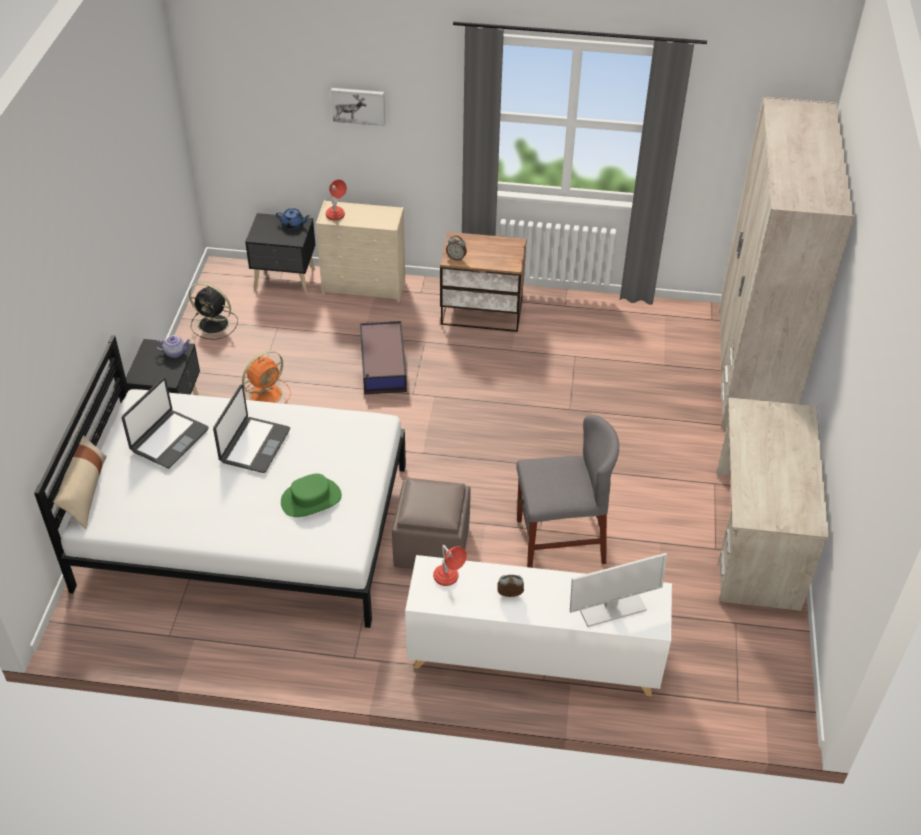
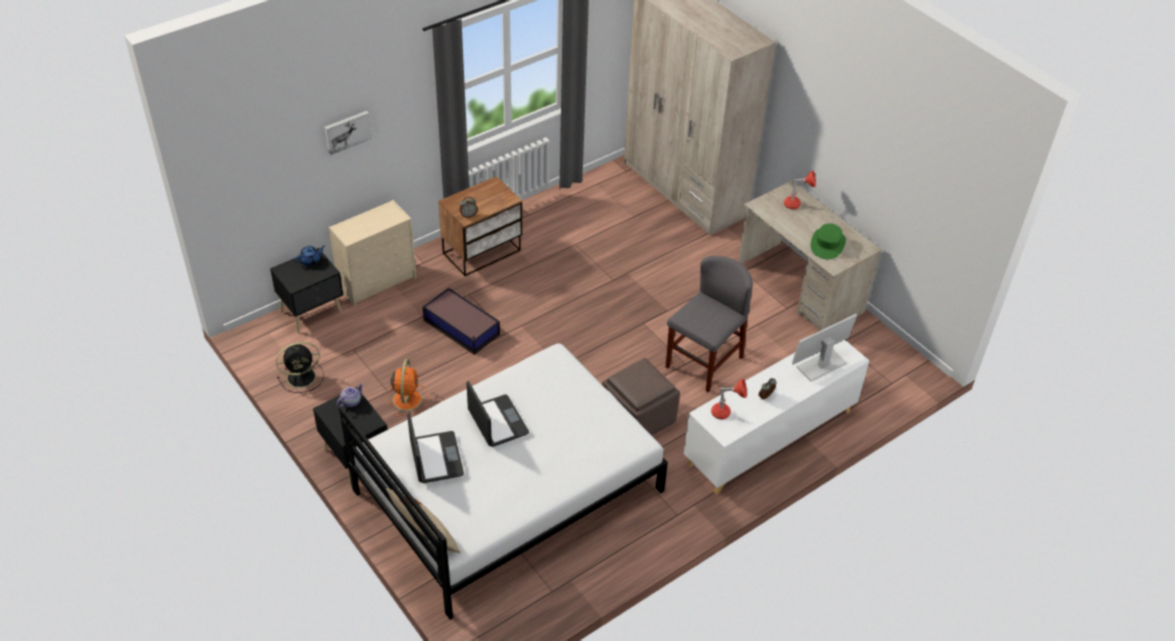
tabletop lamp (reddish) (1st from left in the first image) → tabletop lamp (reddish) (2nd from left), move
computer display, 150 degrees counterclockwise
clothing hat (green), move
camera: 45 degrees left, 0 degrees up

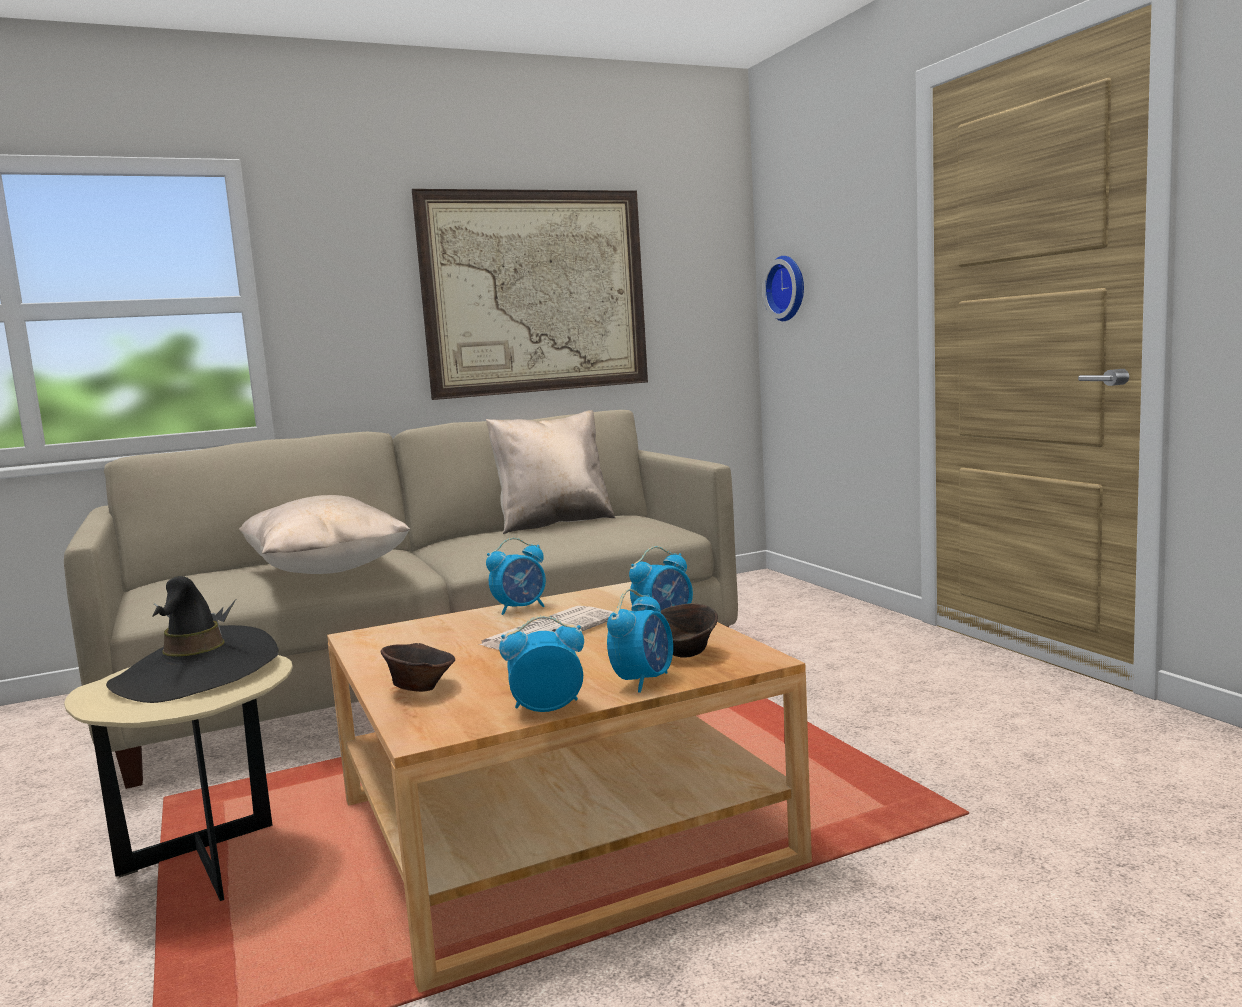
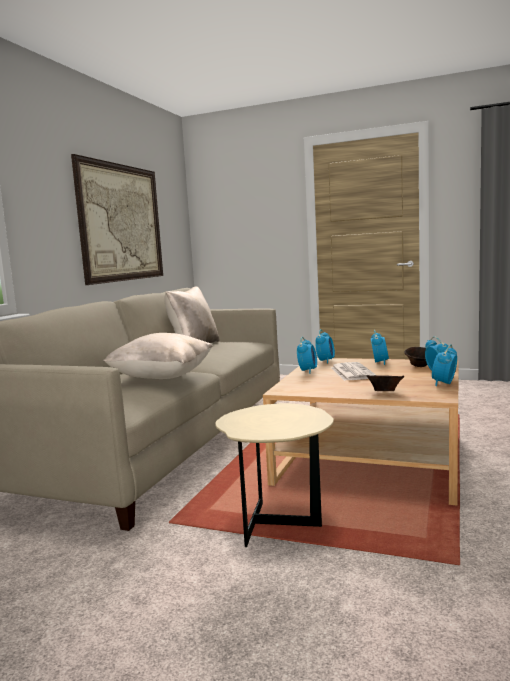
- → alarm clock (2nd from left)
clothing hat (blackish) → -
wall clock → -
camera: 45 degrees left, 0 degrees up

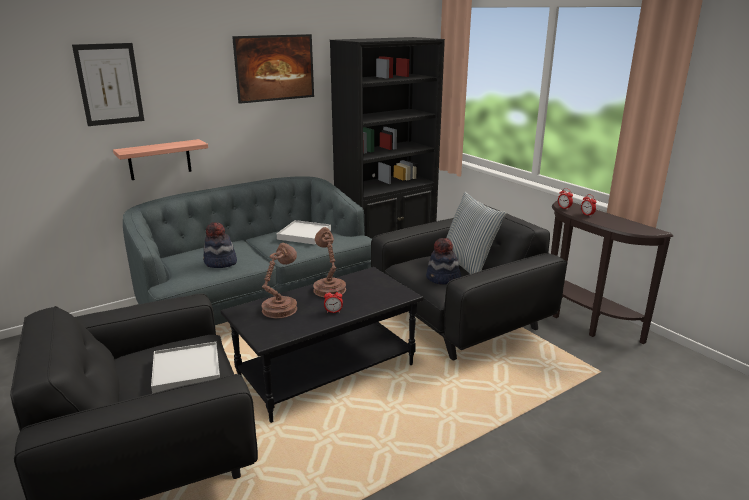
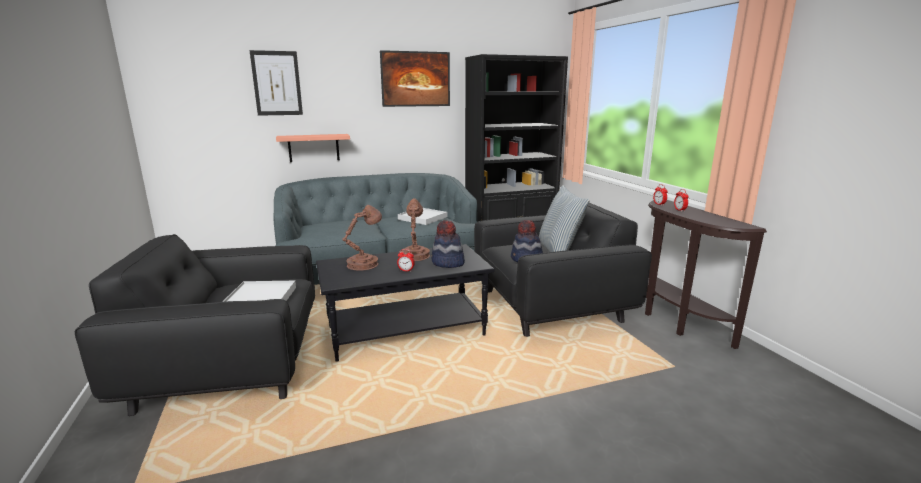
clothing hat (1st from left), move
camera: 15 degrees right, 5 degrees down

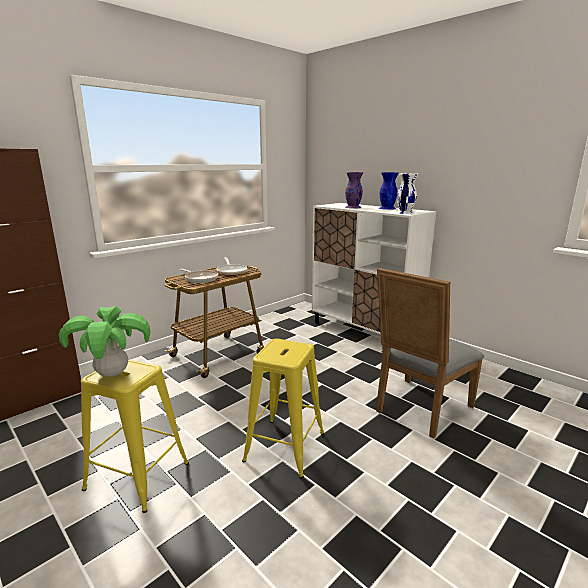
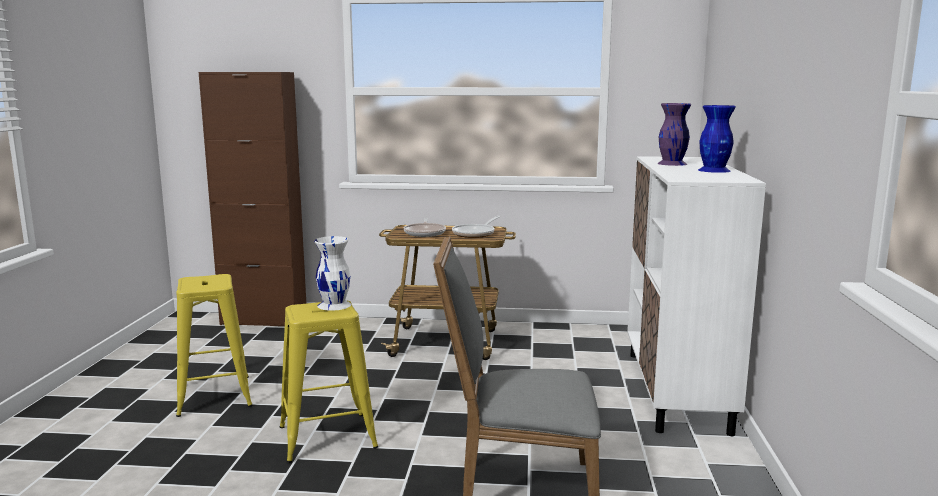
vase (white), move
plant in a pot → -
camera: 50 degrees right, 5 degrees down

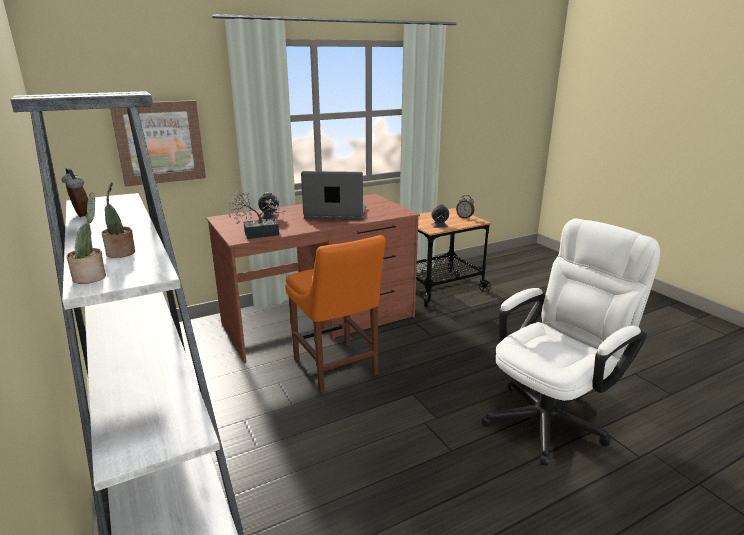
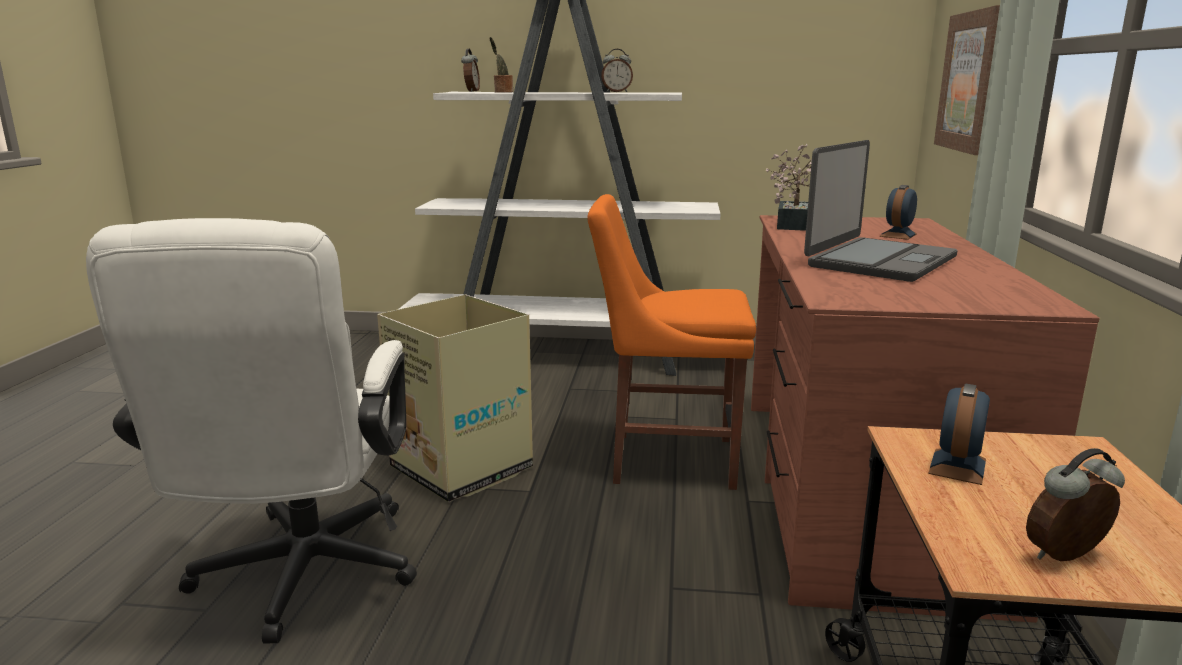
- → packing box
plant in a pot (1st from left) → alarm clock (1st from left)
camera: 125 degrees right, 5 degrees down

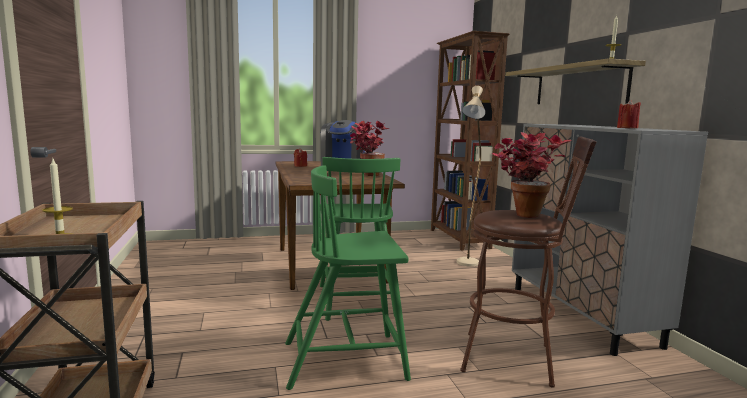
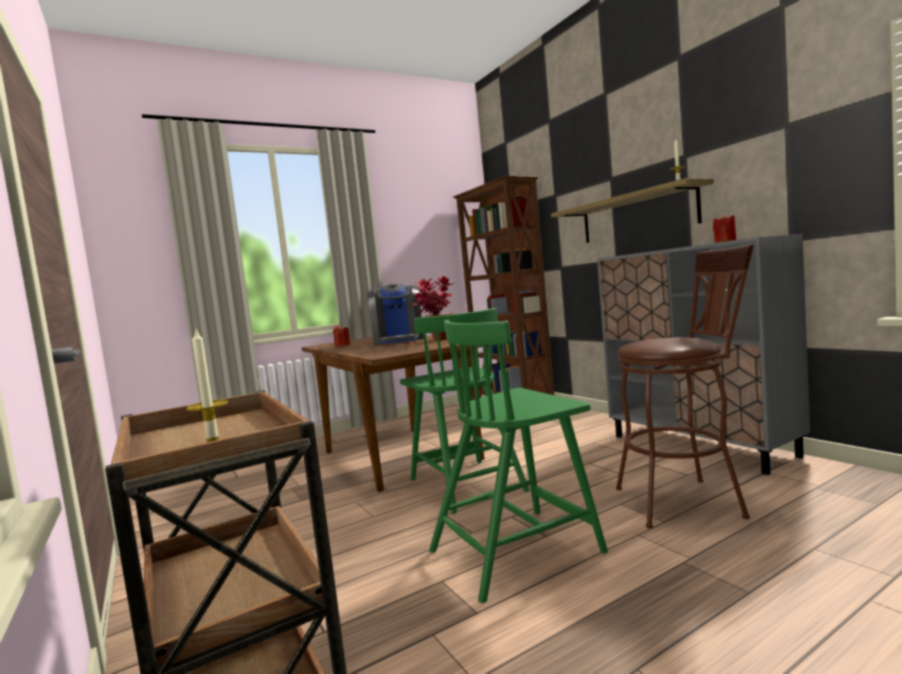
standard lamp (sand-coloured) → -
plant in a pot (2nd from left) → -
camera: 15 degrees left, 5 degrees down

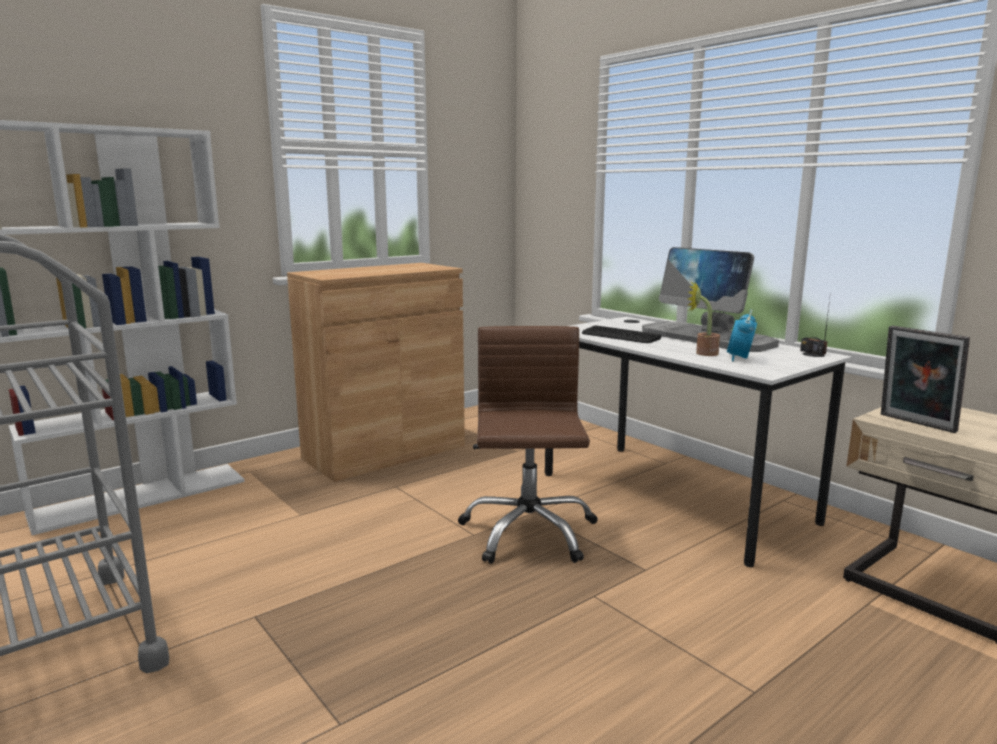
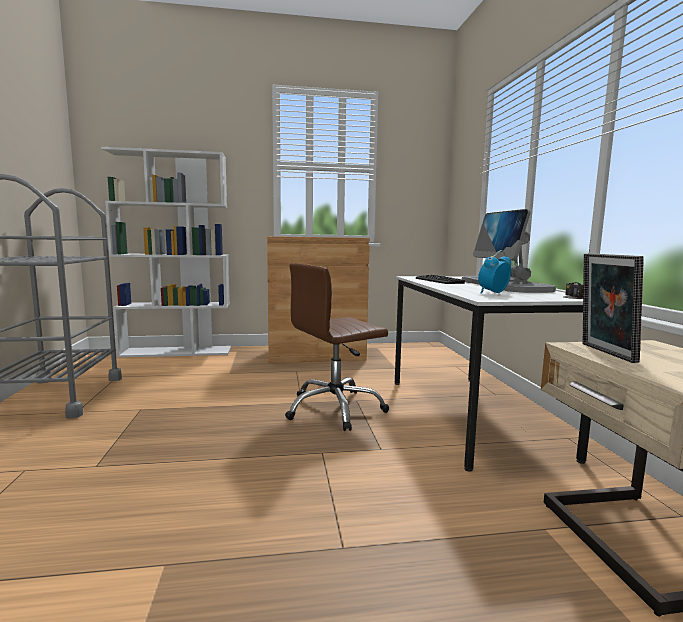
computer chair (brown), 150 degrees counterclockwise
plant in a pot → -
camera: 30 degrees right, 5 degrees down

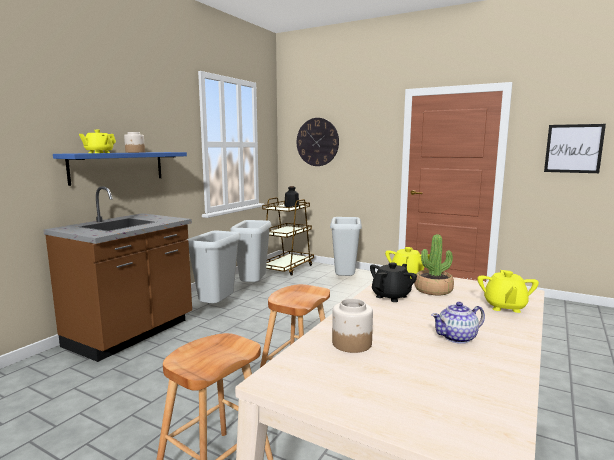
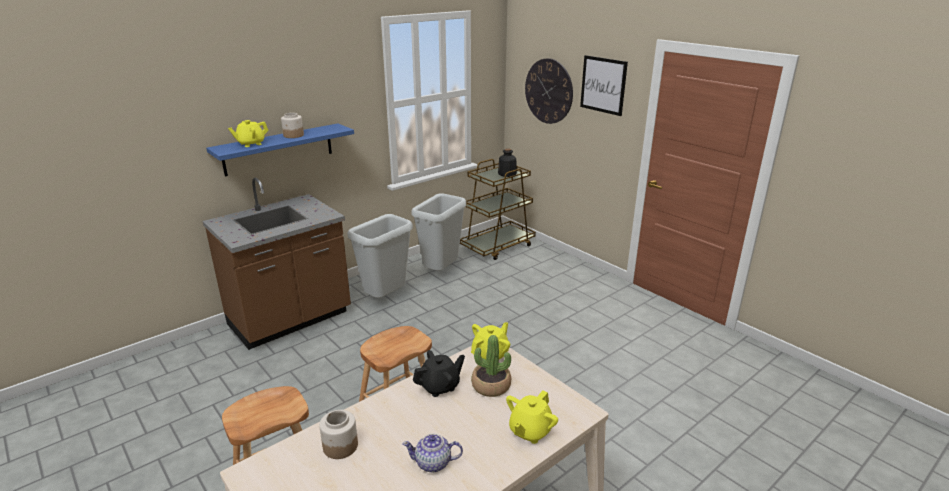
wall picture, move
waste bin (greyish) (3rd from left) → -
camera: 20 degrees right, 15 degrees up

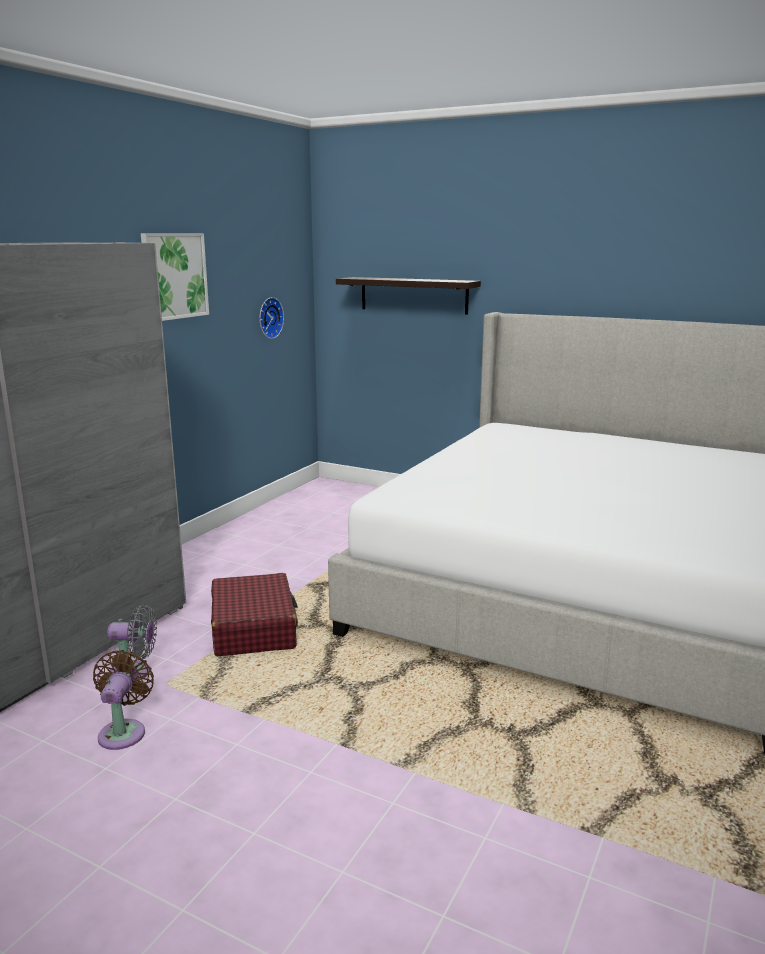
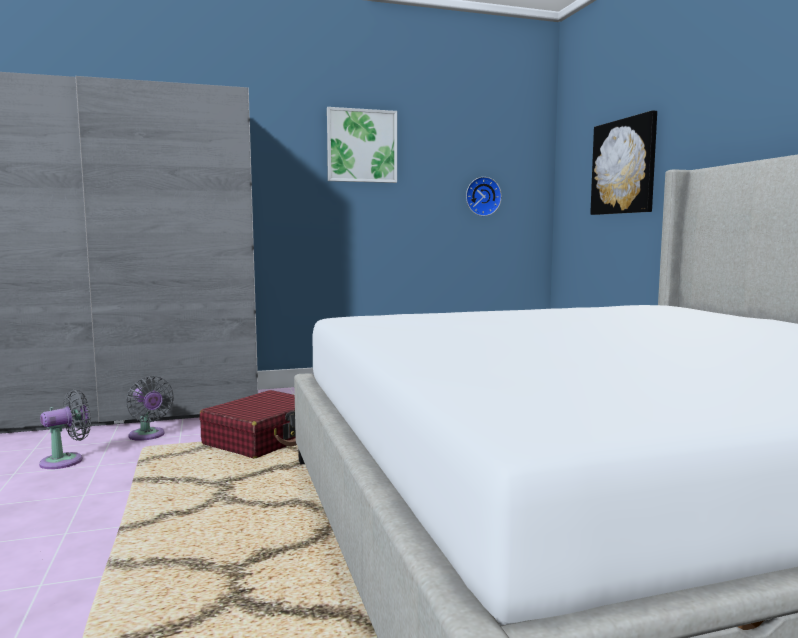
fan (brown) → fan (greyish) (1st from left)
wall shelf → wall picture (2nd from left)
camera: 45 degrees right, 10 degrees down

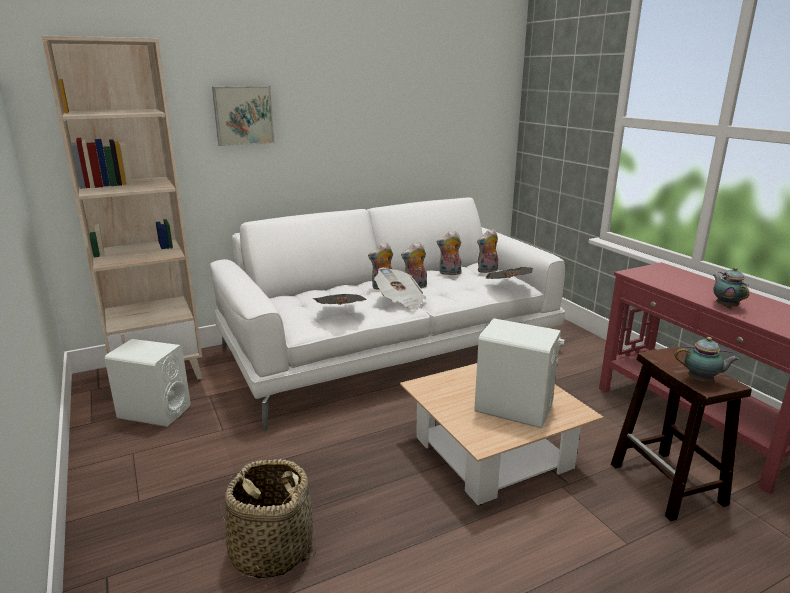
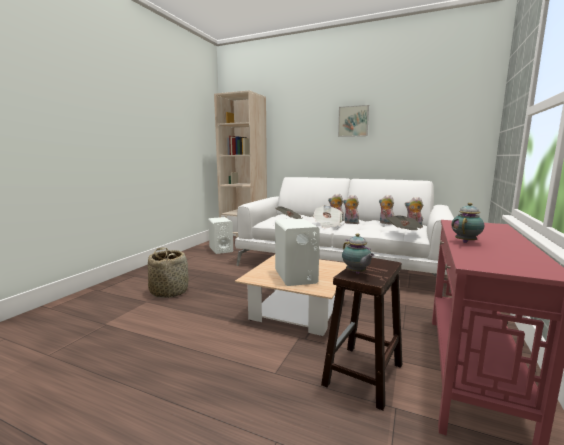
wall picture, move
camera: 50 degrees right, 10 degrees down

